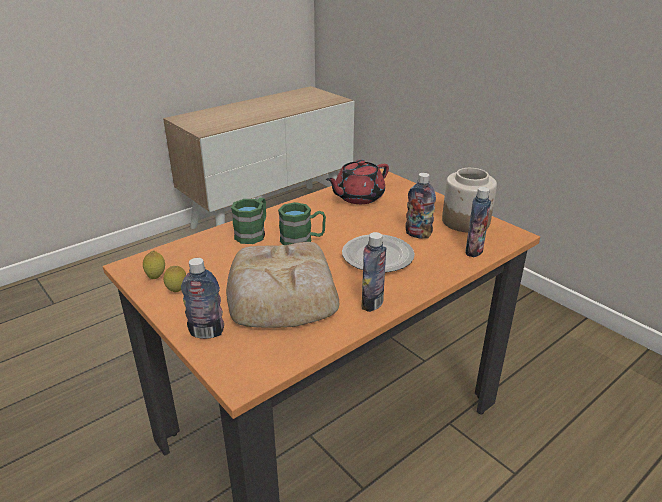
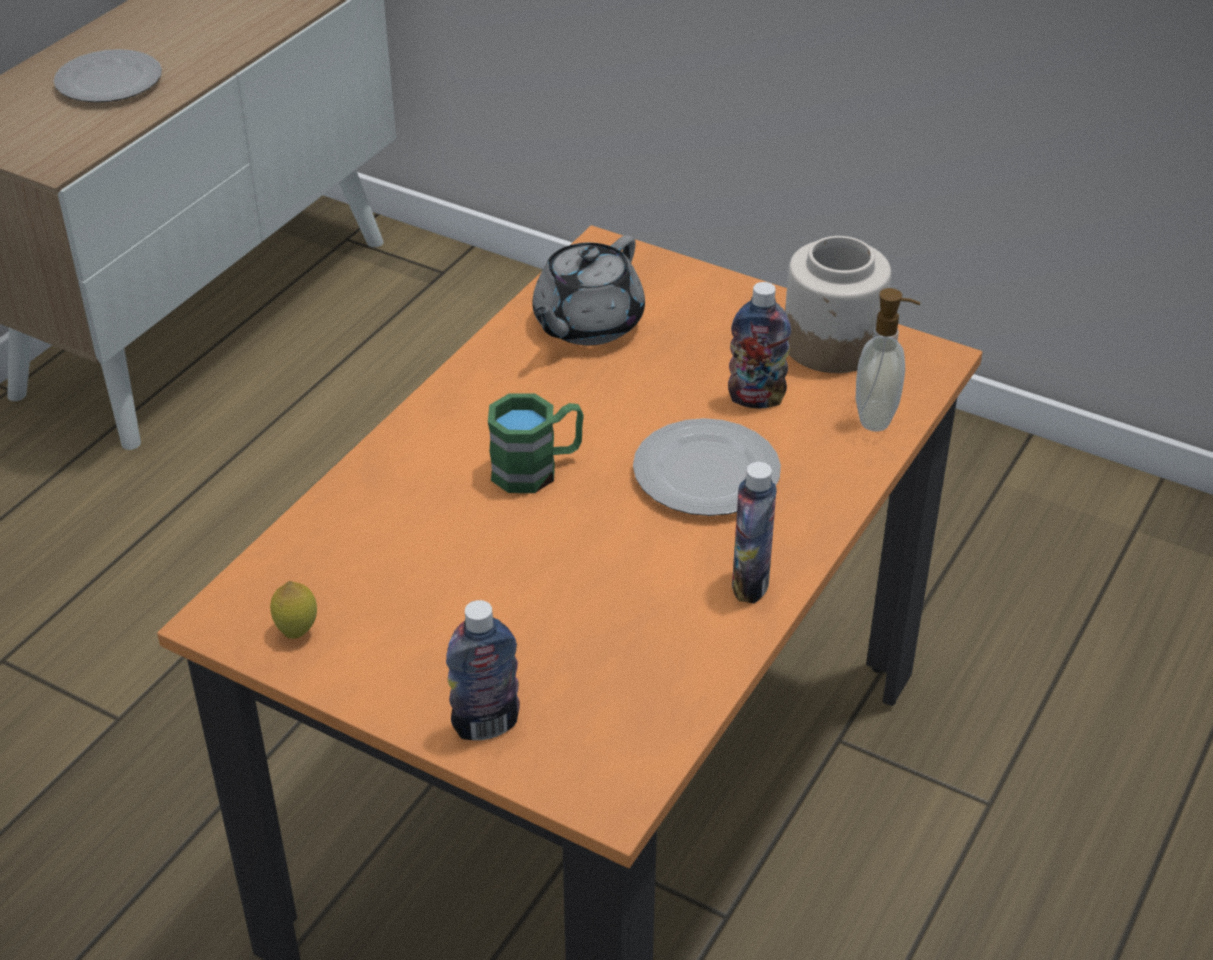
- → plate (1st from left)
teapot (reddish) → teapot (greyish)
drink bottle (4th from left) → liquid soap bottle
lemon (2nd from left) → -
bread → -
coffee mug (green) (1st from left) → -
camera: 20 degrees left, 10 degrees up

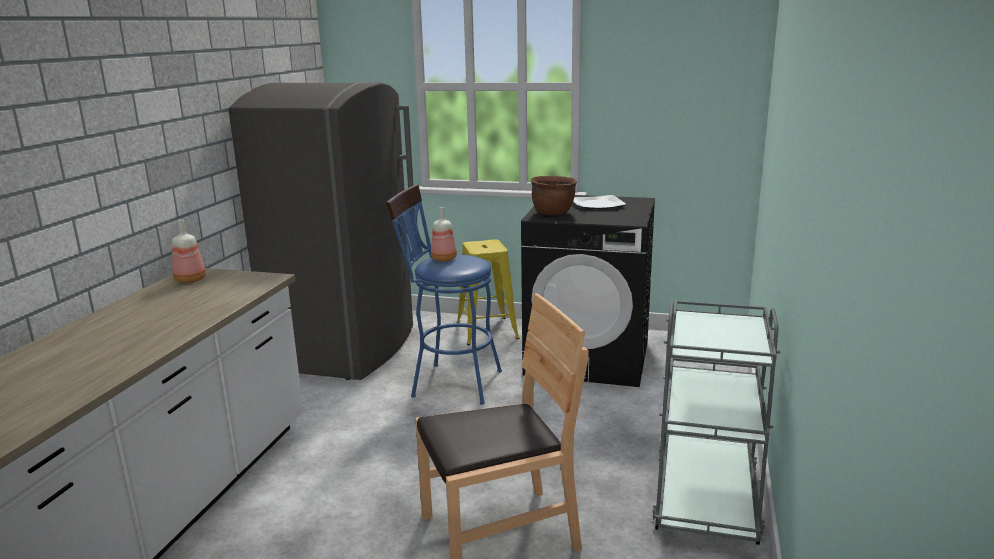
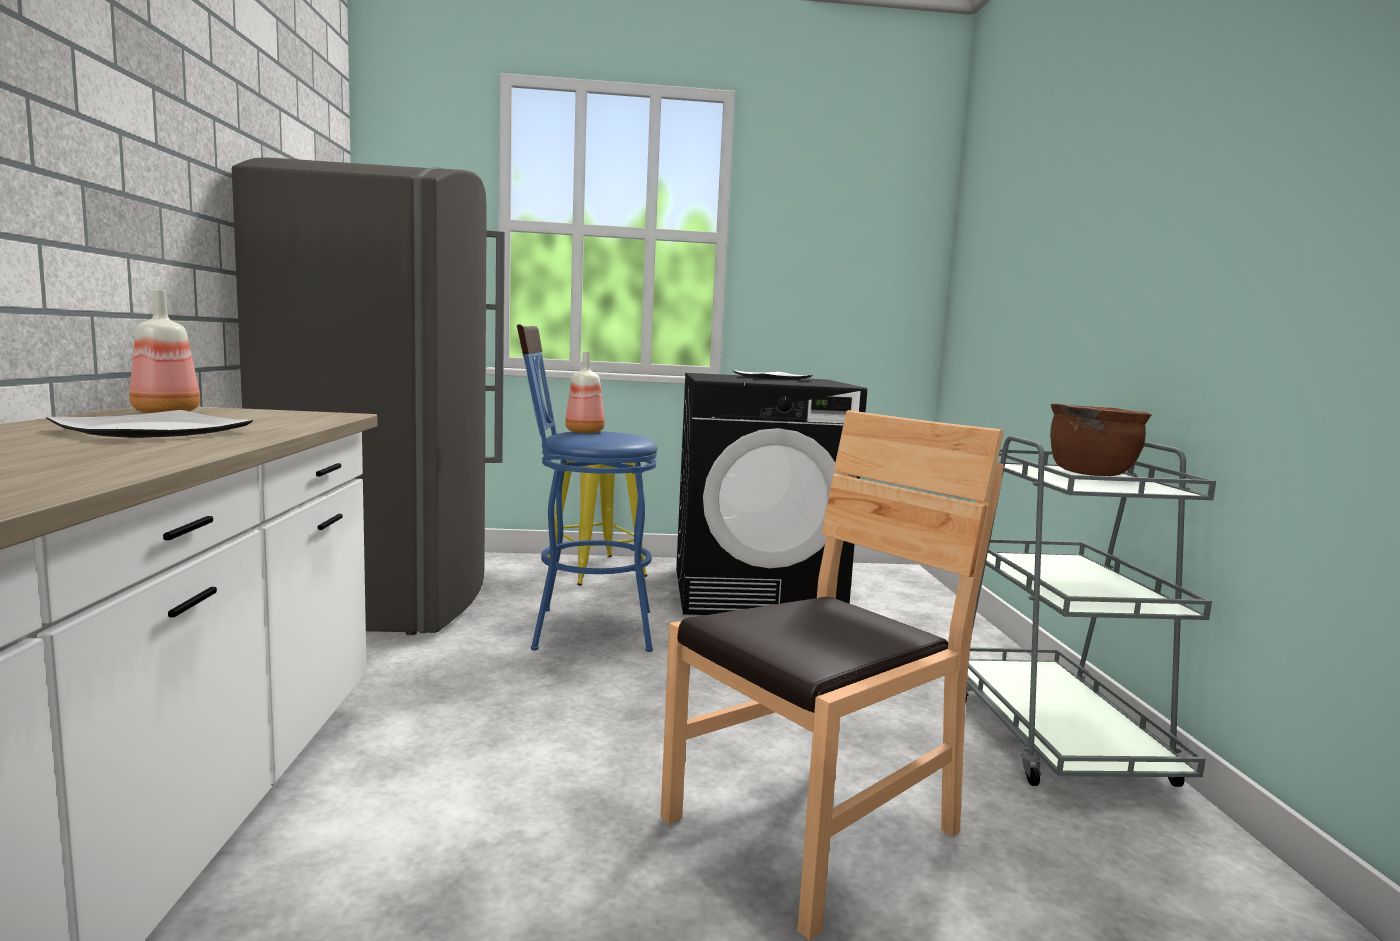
- → plate (1st from left)
saucepot (brown), move
camera: 20 degrees left, 10 degrees down

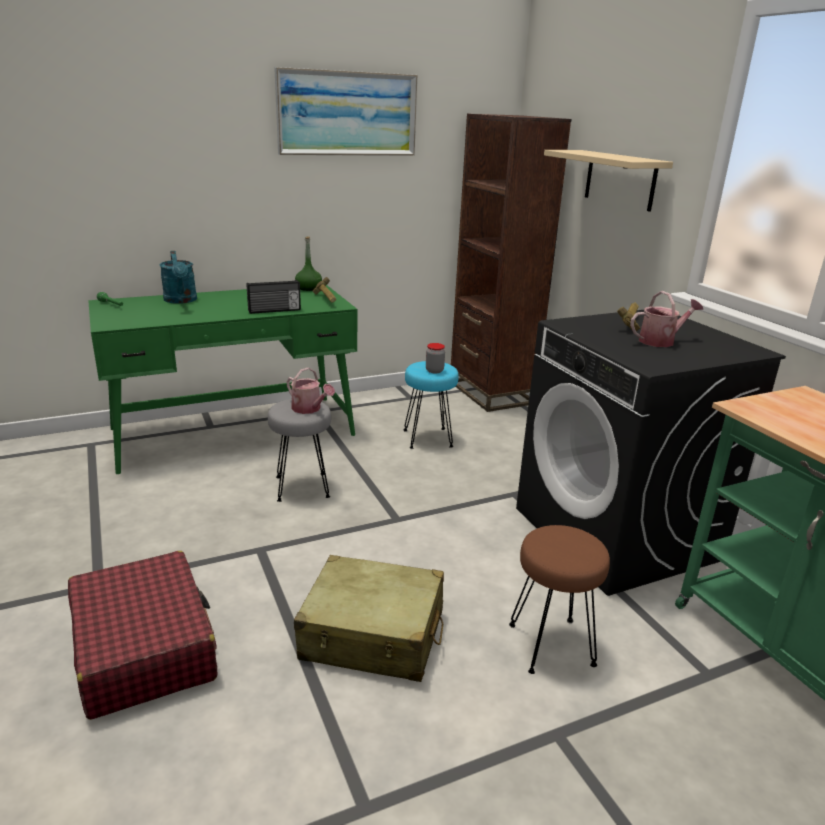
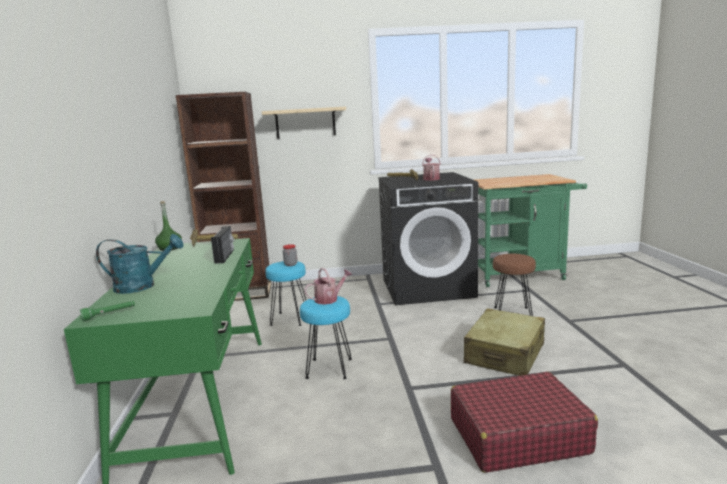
sitting stool (greyish) → sitting stool (turquoise) (2nd from left)
wall picture → -
camera: 70 degrees left, 10 degrees down

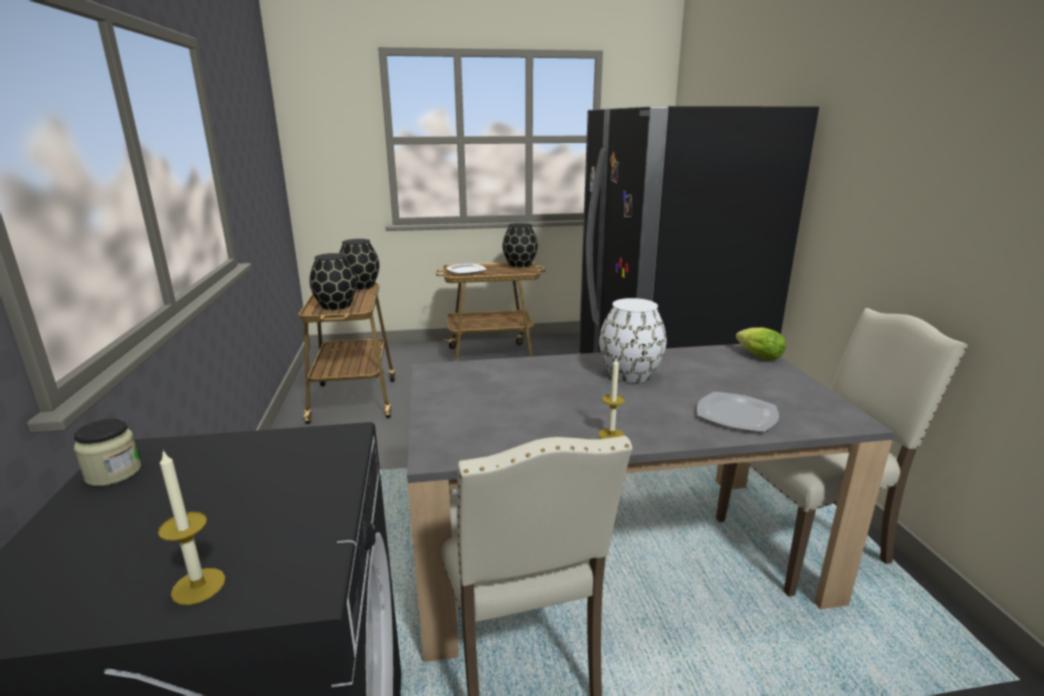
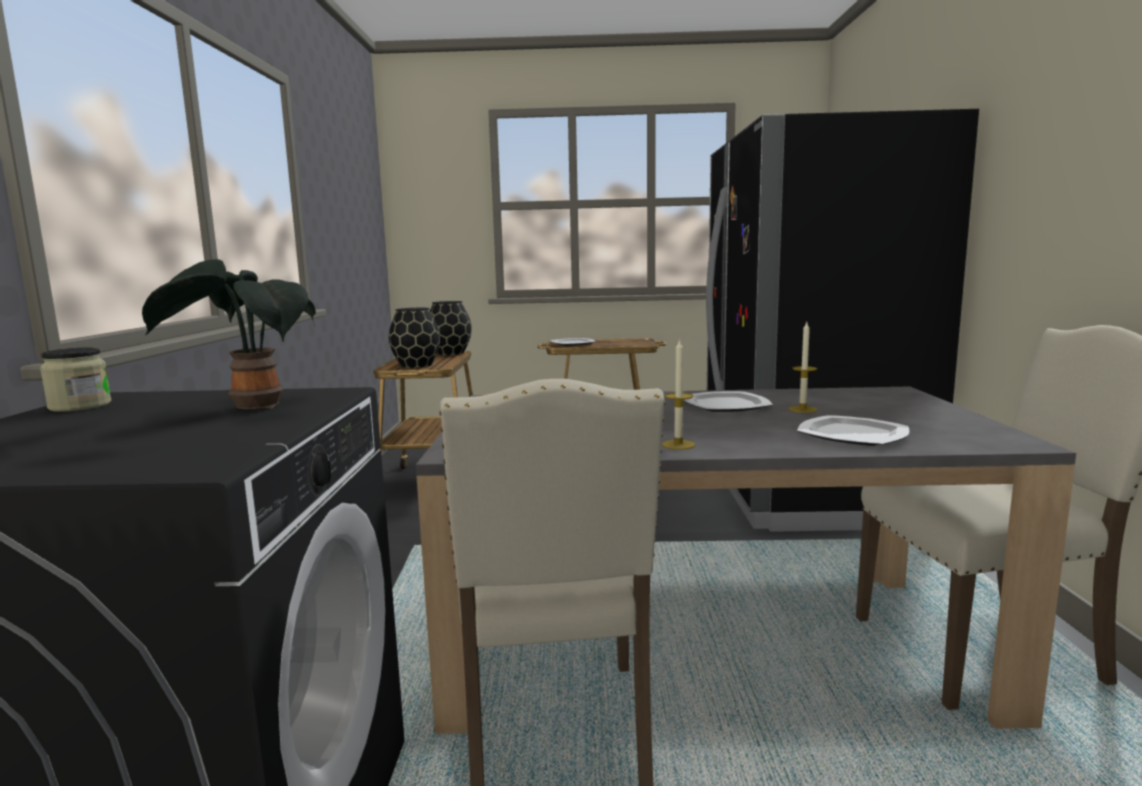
- → plant in a pot
vase (white) → plate (2nd from left)
wax candle (1st from left in the first image) → wax candle (2nd from left), move
vase (blackish) (3rd from left) → -
head of lettuce → -
camera: 10 degrees right, 10 degrees down

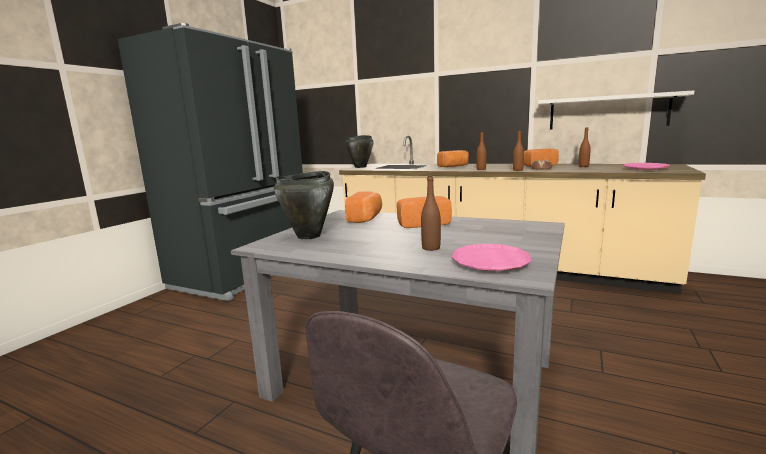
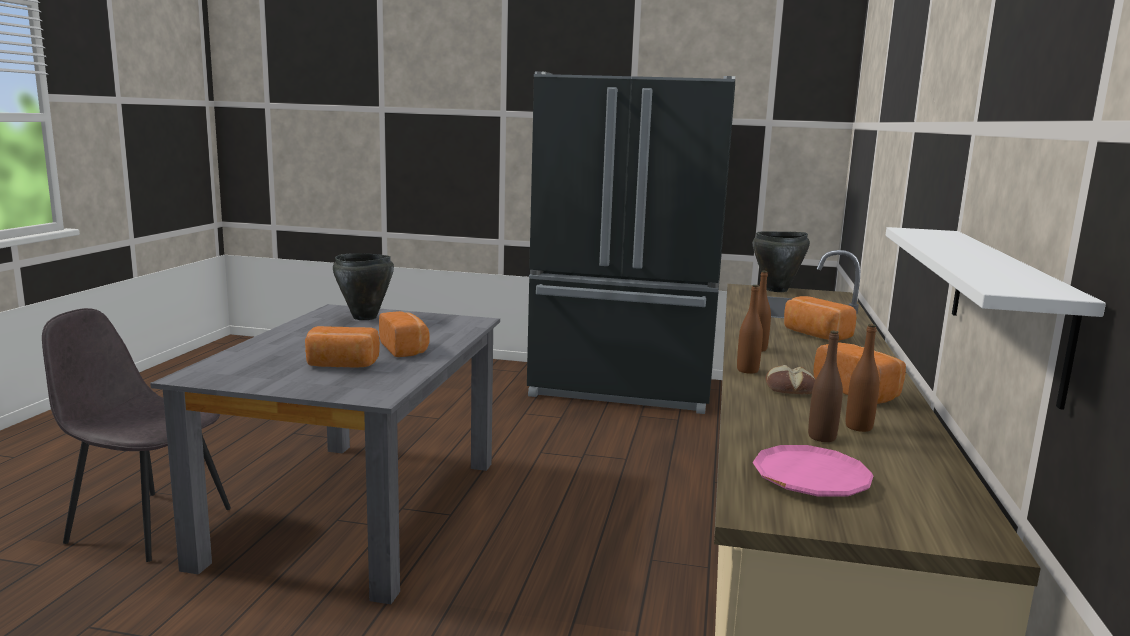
bread (1st from left), move
drink bottle (brown) (1st from left in the first image) → drink bottle (brown) (3rd from left), move
plate (pinkish) (1st from left) → -
camera: 75 degrees right, 0 degrees up

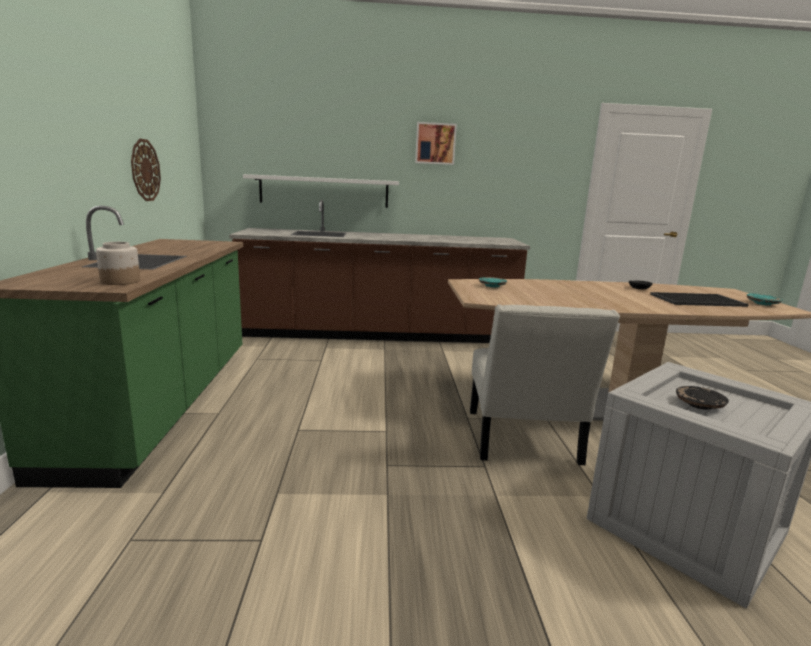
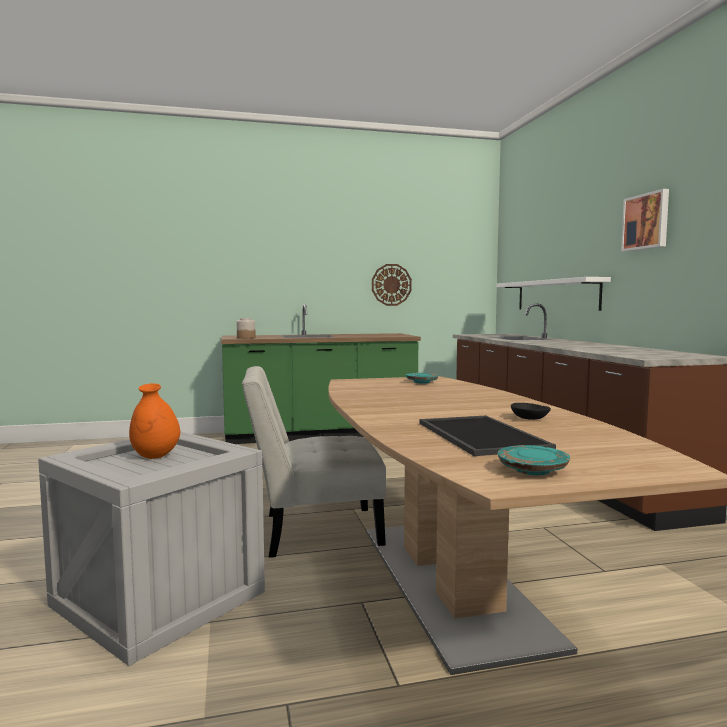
plate (blackish) → vase (orange)
camera: 80 degrees right, 10 degrees down

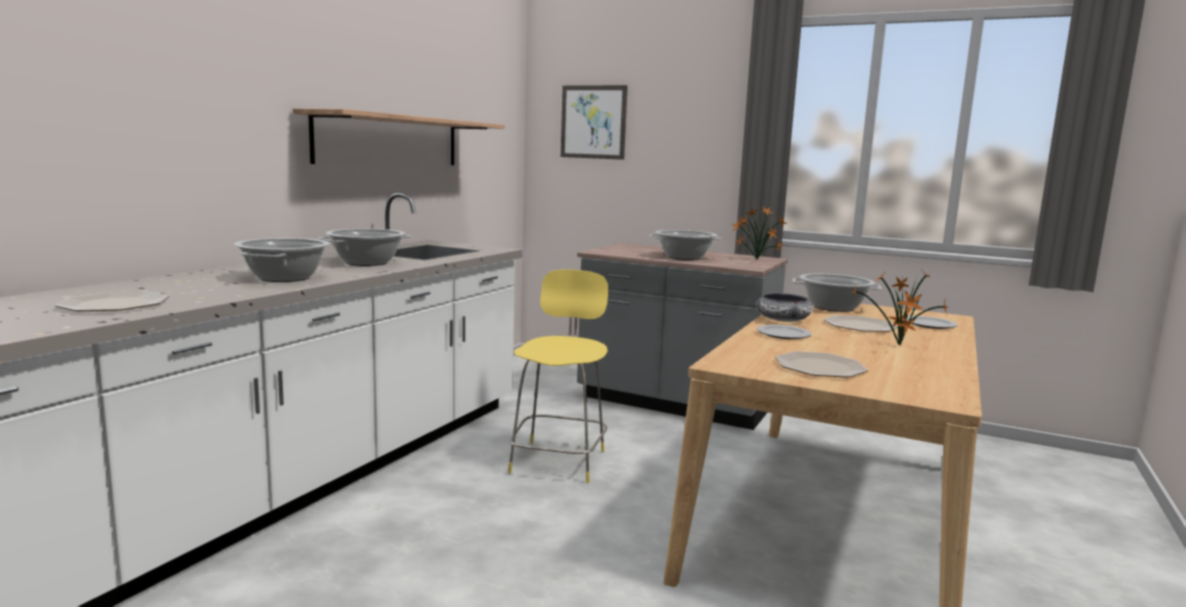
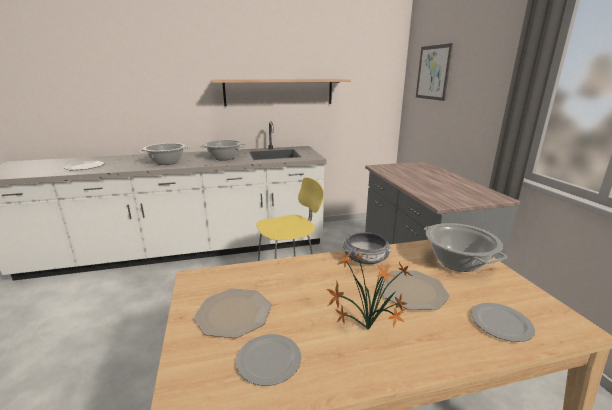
plate (2nd from left in the first image) → plate (3rd from left), move
saucepot (3rd from left) → -
plant in a pot (1st from left) → -
camera: 50 degrees right, 10 degrees up

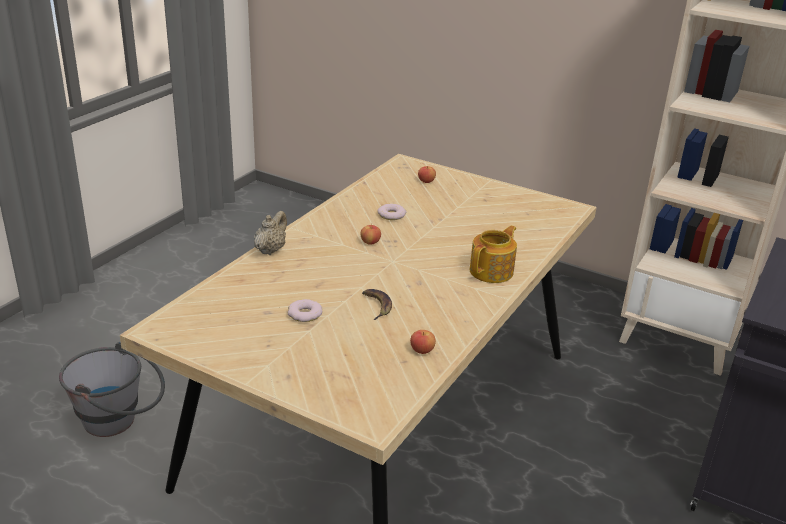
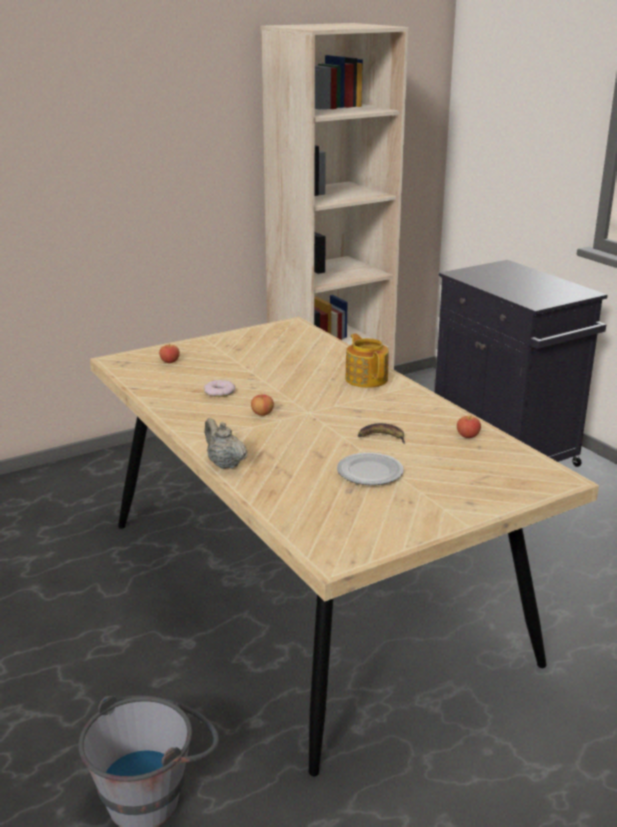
donut (1st from left) → plate
camera: 60 degrees left, 5 degrees down

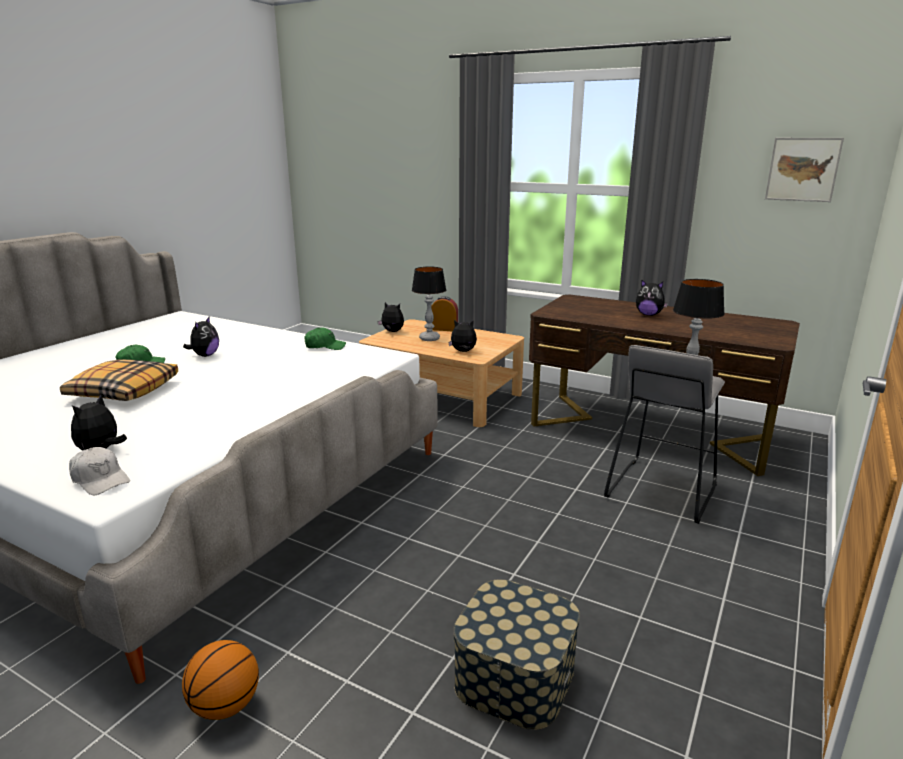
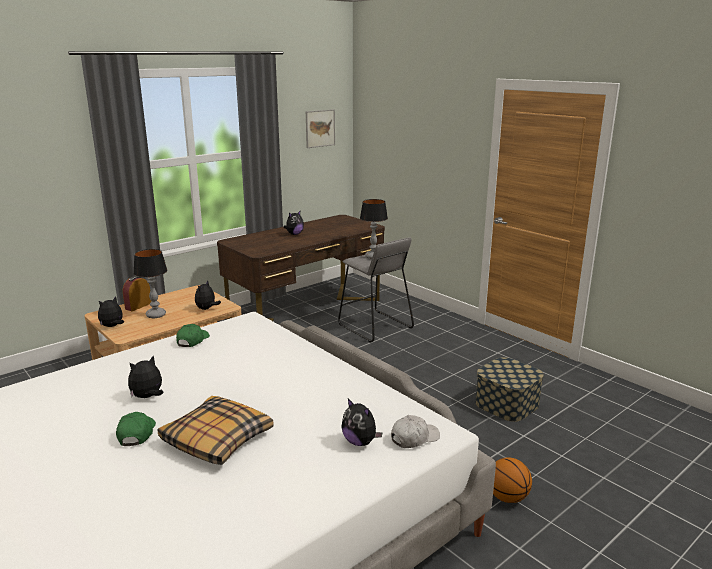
cuddly toy (2nd from left), 75 degrees counterclockwise
camera: 70 degrees left, 0 degrees up

